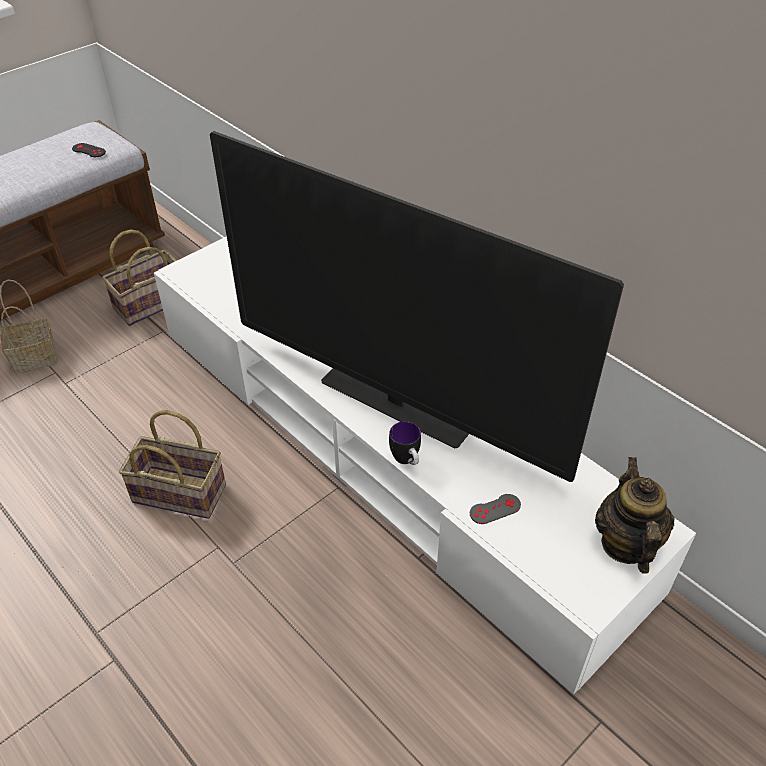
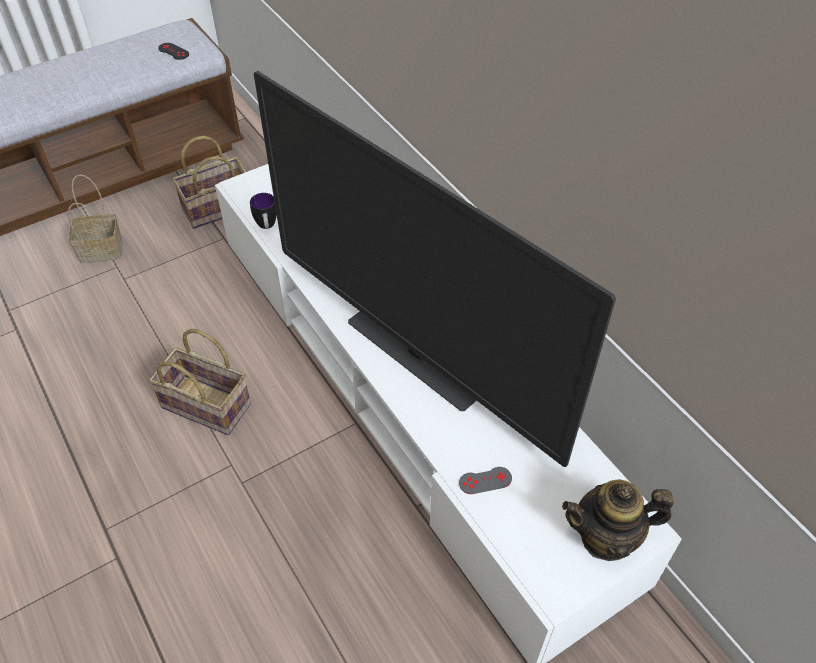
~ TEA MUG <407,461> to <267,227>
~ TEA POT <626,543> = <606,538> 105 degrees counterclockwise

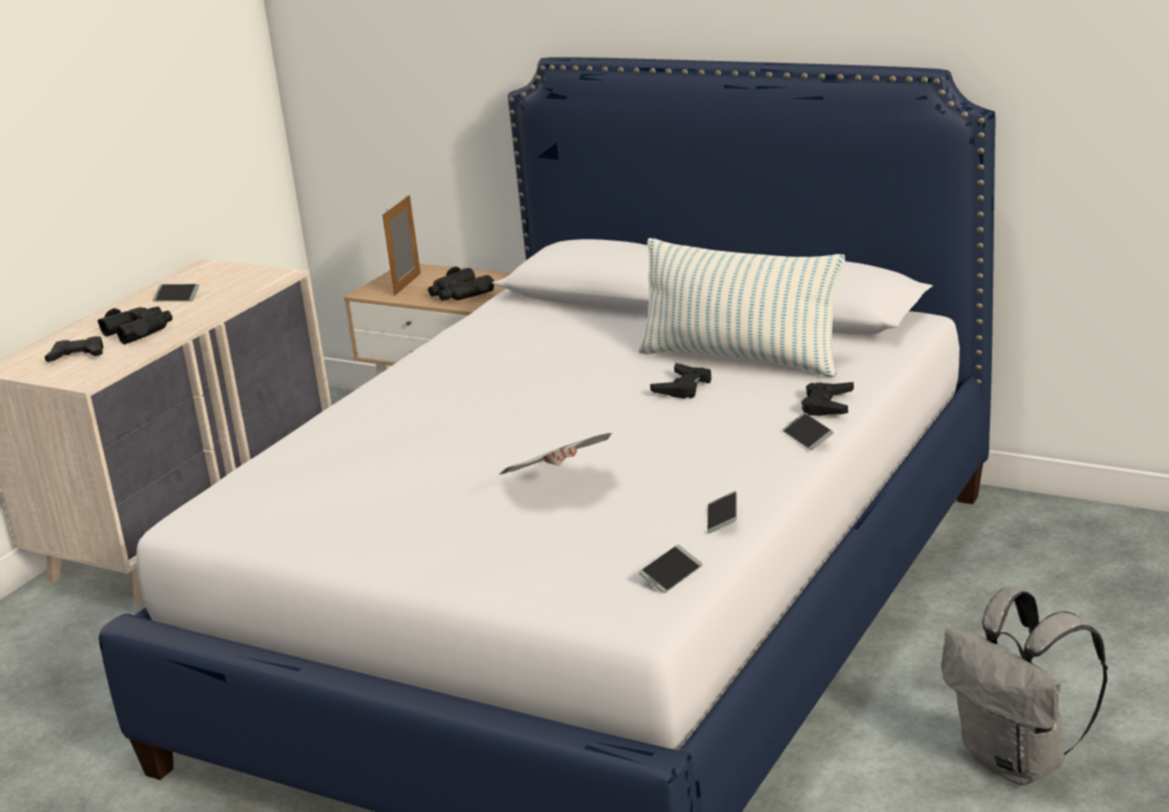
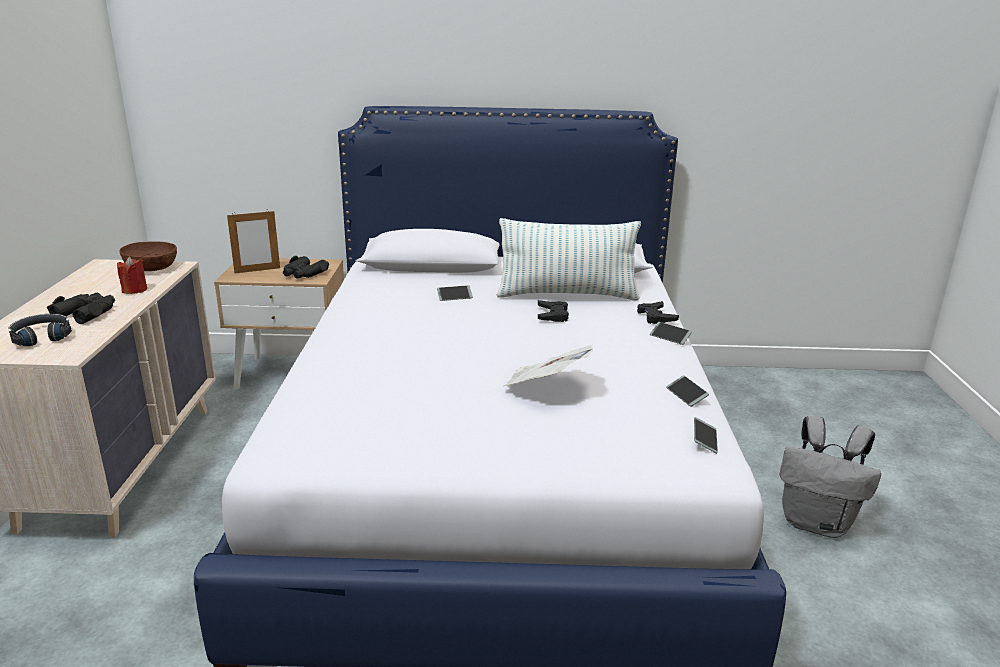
~ BLACKISH GAMEPAD <77,355> to BLACKISH HEADSET <41,336>
+ RED WAX CANDLE <134,290>
+ BROWN BOWL <151,268>
~ PHOTO FRAME <407,284> = <257,270> 105 degrees counterclockwise
~ HANDSET <177,297> to <454,296>

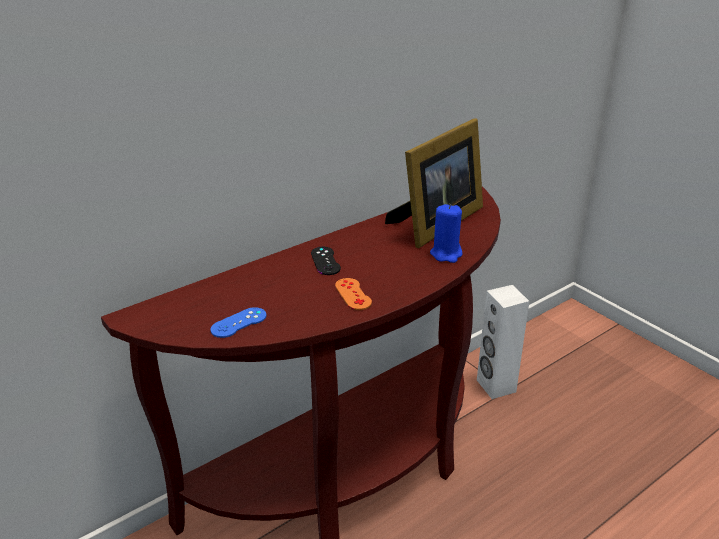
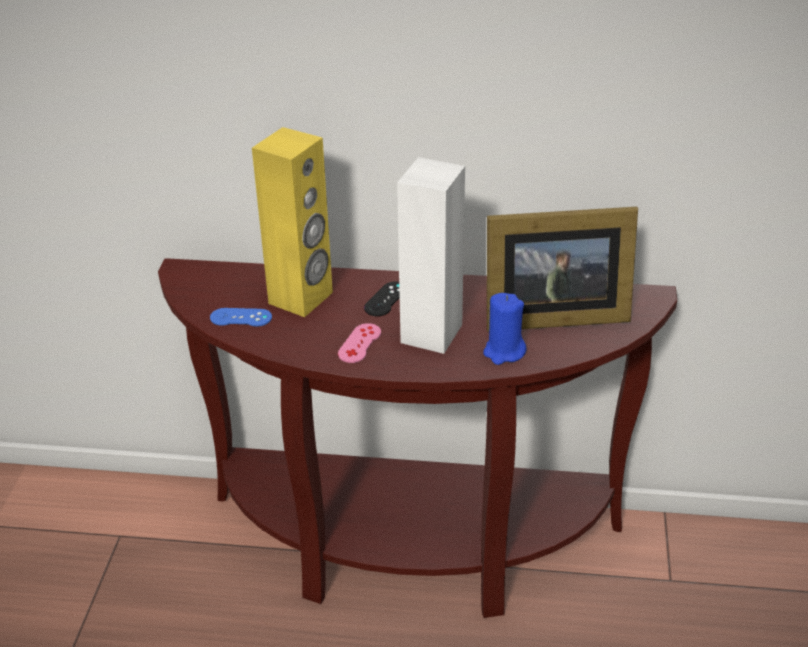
+ YELLOW AUDIO SPEAKER <301,298>
~ ORANGE GAMEPAD <353,294> to PINK-COLOURED GAMEPAD <359,343>
~ WHITE AUDIO SPEAKER <495,386> to <430,333>

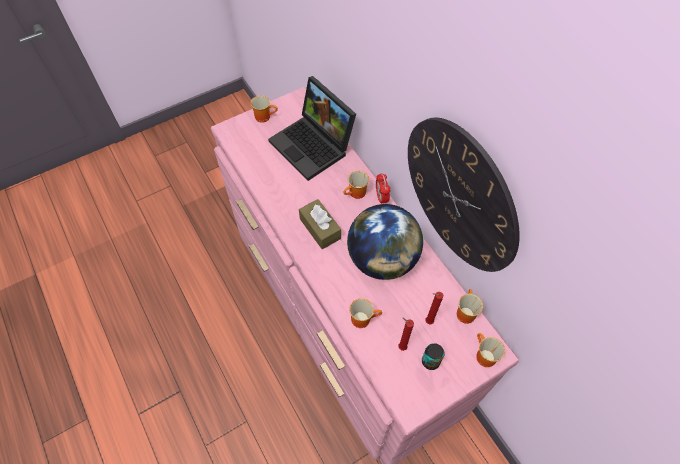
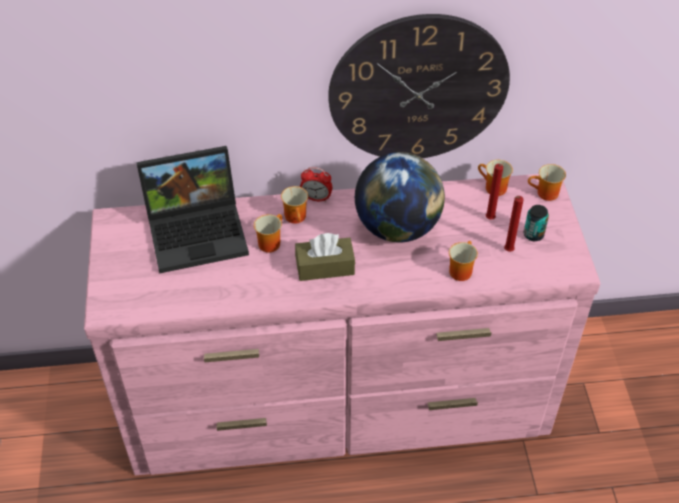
~ TEA MUG <264,116> to <269,241>

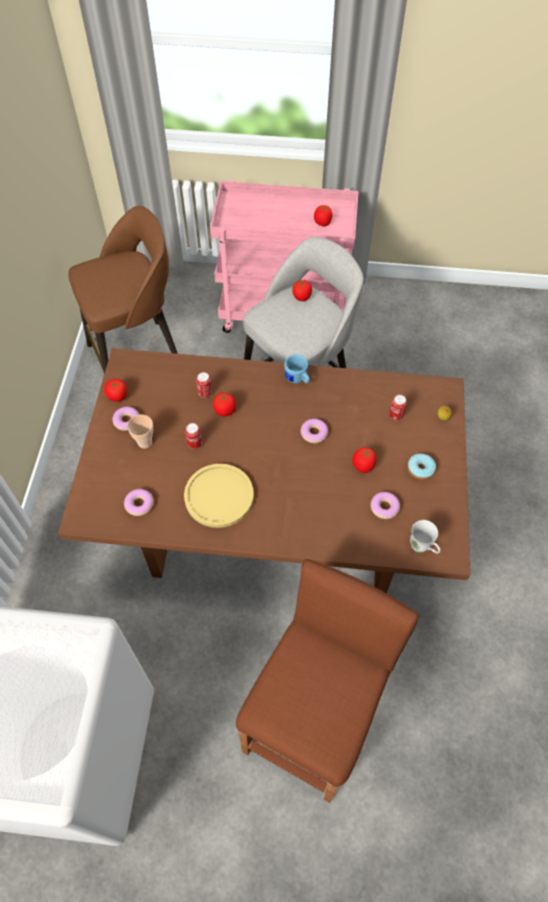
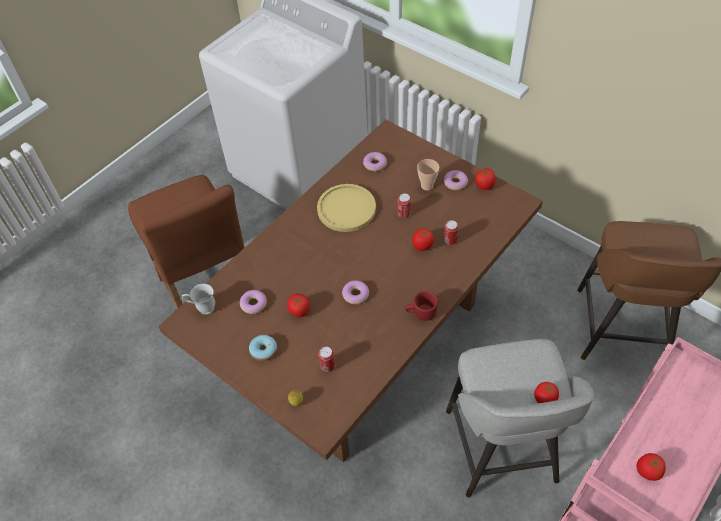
~ BLUE-COLOURED TEA MUG <297,379> to RED TEA MUG <420,313>

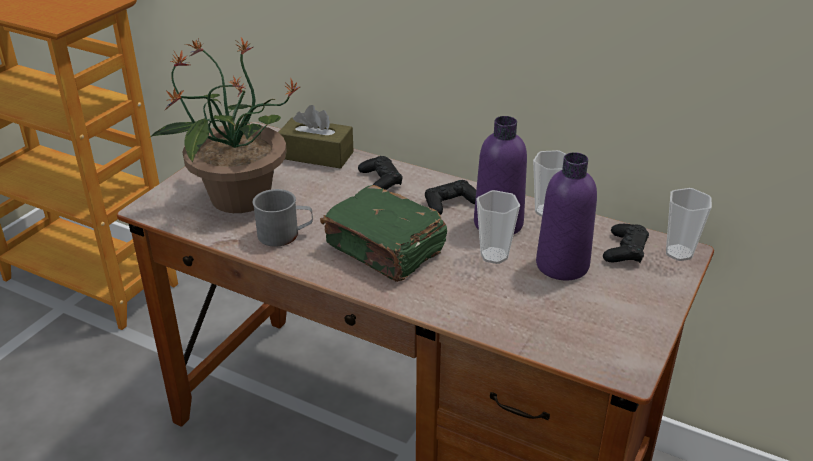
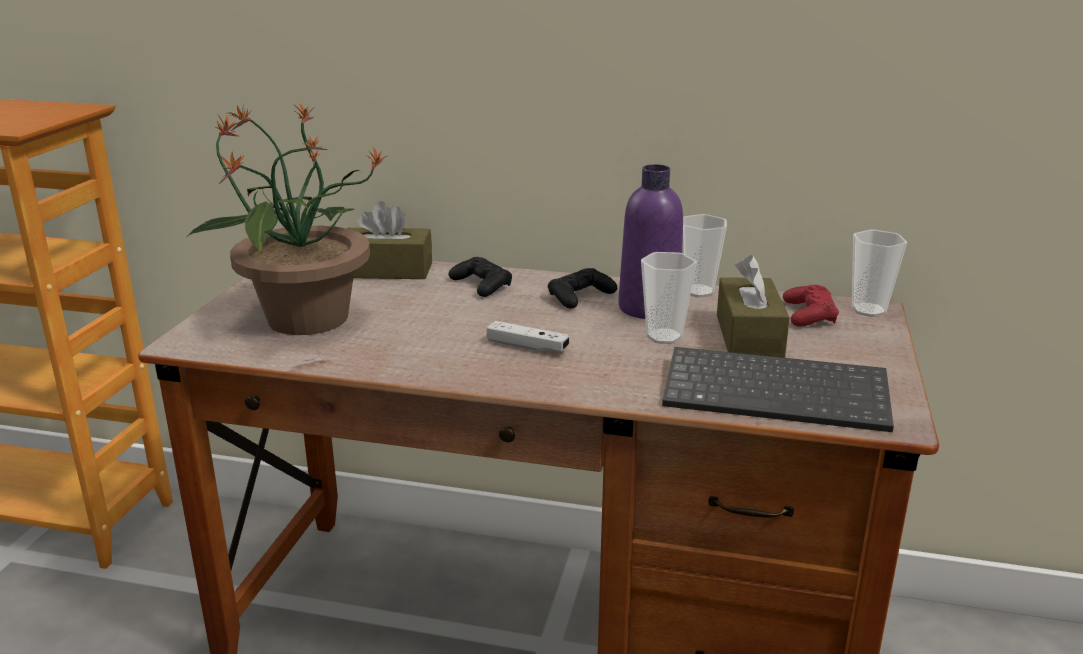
~ GREEN VOLUME <385,249> to WHITE GAMEPAD <527,346>
+ COMPUTER KEYBOARD <778,392>
~ PURPLE-COLOURED DRINK BOTTLE <562,265> to BROWN TISSUE HOLDER <749,336>
~ BLACKISH GAMEPAD <625,250> to RED GAMEPAD <809,314>
- GREYISH TEA MUG <285,235>

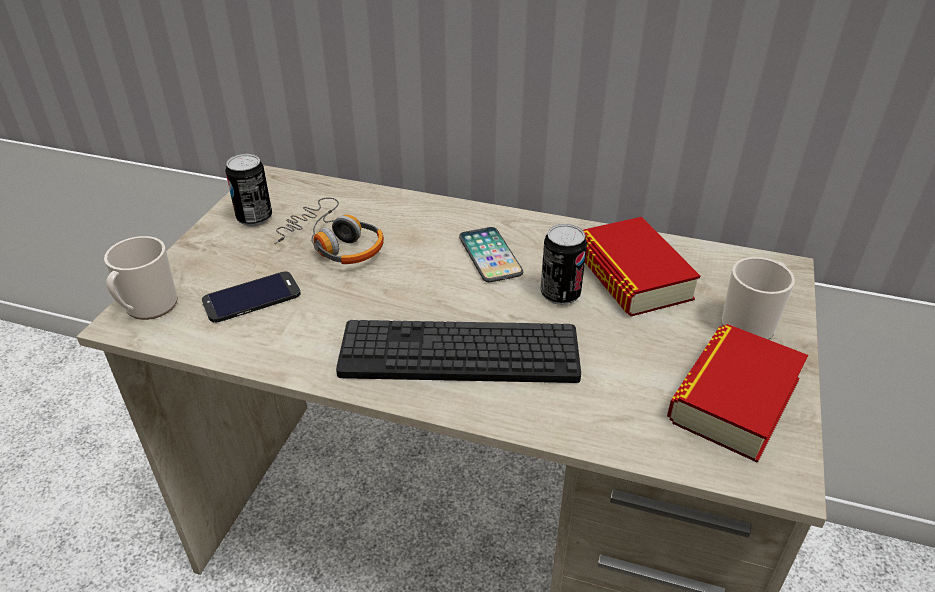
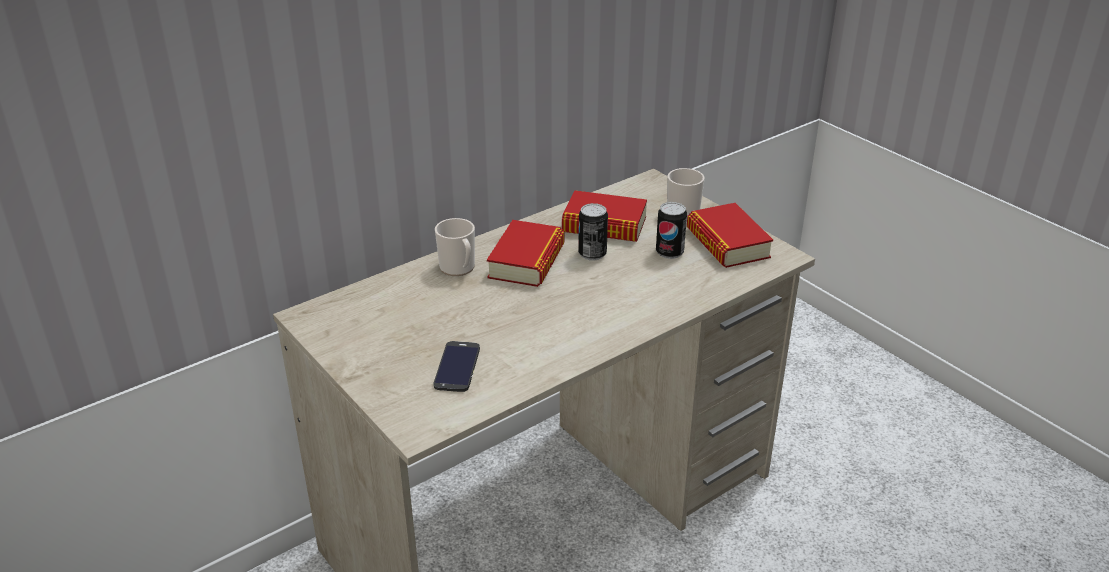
~ TEA MUG <147,307> to <459,269>
~ HANDSET <490,256> to VOLUME <526,261>
~ CAN <254,218> to <669,252>
- HEADSET <334,244>
- COMPUTER KEYBOARD <459,353>

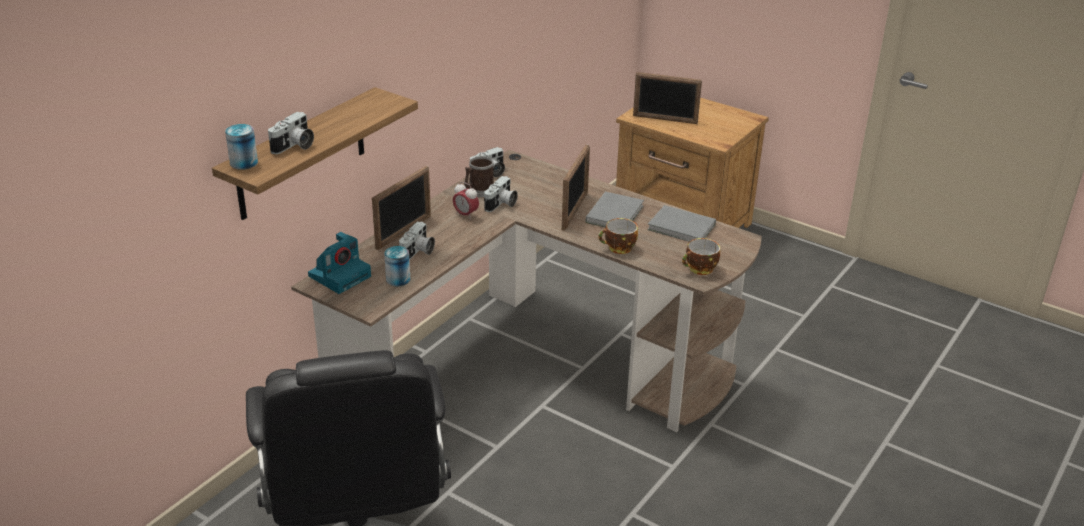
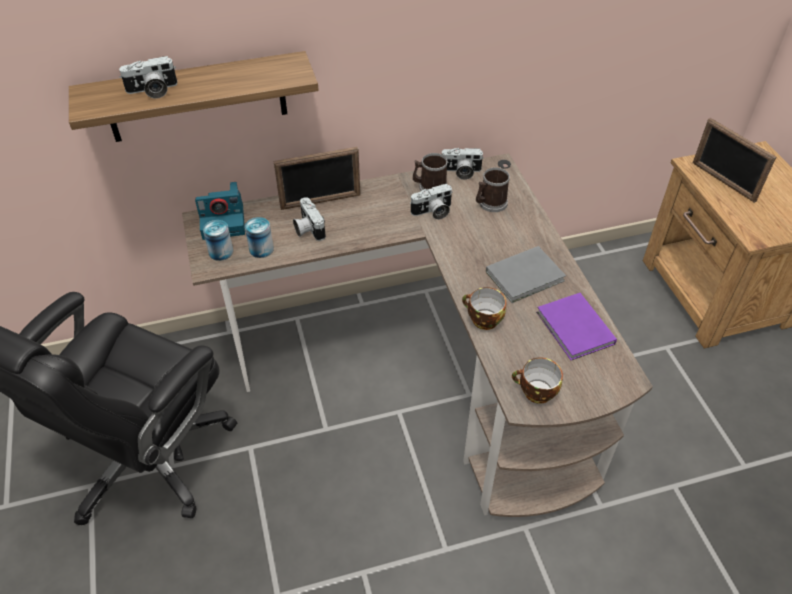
~ CAN <244,163> to <221,252>
~ PHOTO CAMERA <418,252> = <308,229> 90 degrees clockwise
+ TEA MUG <490,204>
~ GREYISH VOLUME <682,228> to PURPLE-COLOURED VOLUME <575,330>
- ALARM CLOCK <465,215>
- PHOTO FRAME <575,211>

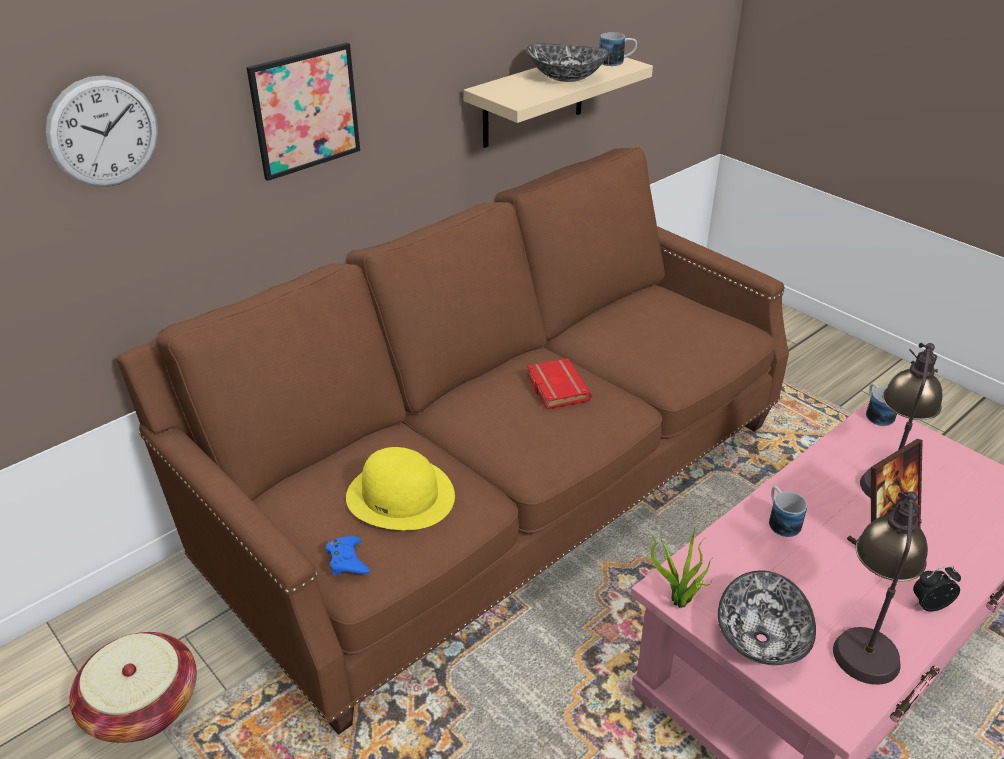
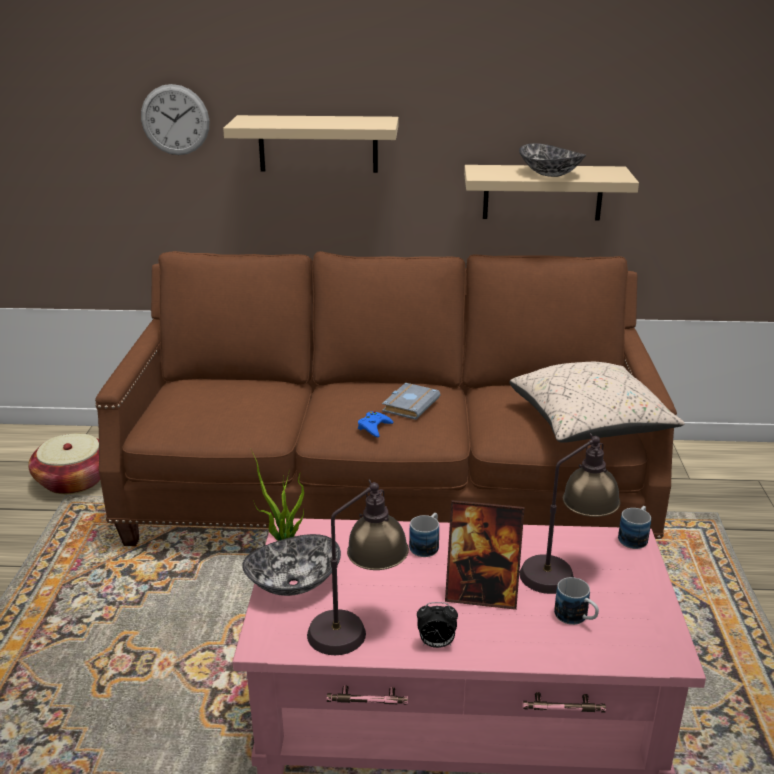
~ WALL ART <305,111> to BEIGE-COLOURED WALL SHELF <318,144>
~ BLUE-COLOURED GAMEPAD <347,560> to <374,427>
~ RED VOLUME <555,387> to GREYISH VOLUME <410,404>
~ ALARM CLOCK <929,604> = <436,644> 150 degrees clockwise
+ BEIGE-COLOURED CUSHION <590,425>
~ TEA MUG <616,62> to <576,618>
- YELLOW CLOTHING HAT <401,495>

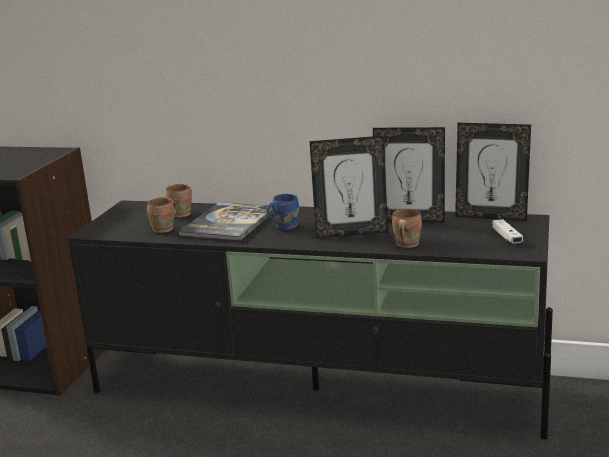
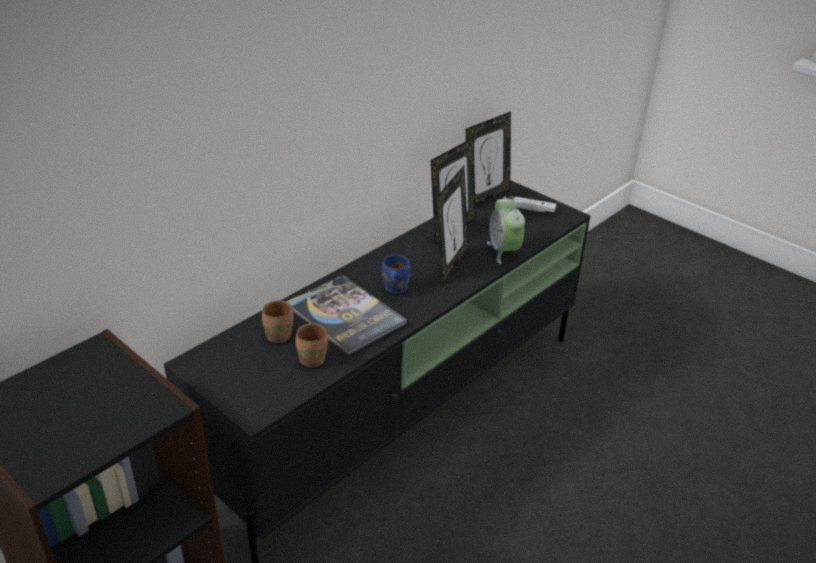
~ BROWN TEA MUG <405,244> to ALARM CLOCK <503,251>

